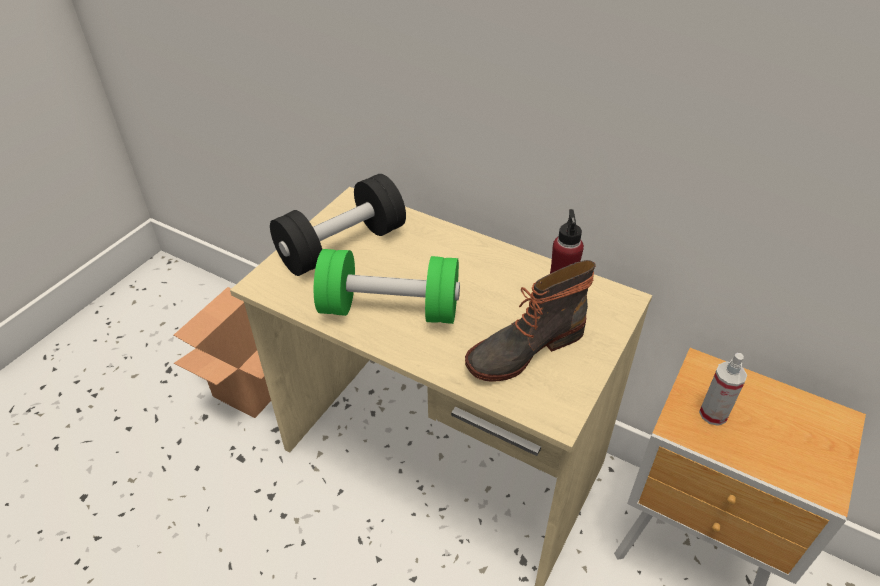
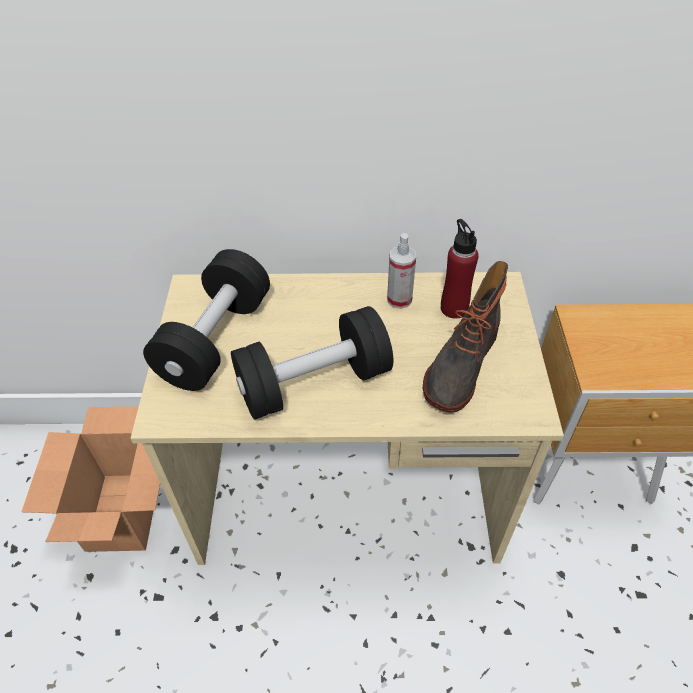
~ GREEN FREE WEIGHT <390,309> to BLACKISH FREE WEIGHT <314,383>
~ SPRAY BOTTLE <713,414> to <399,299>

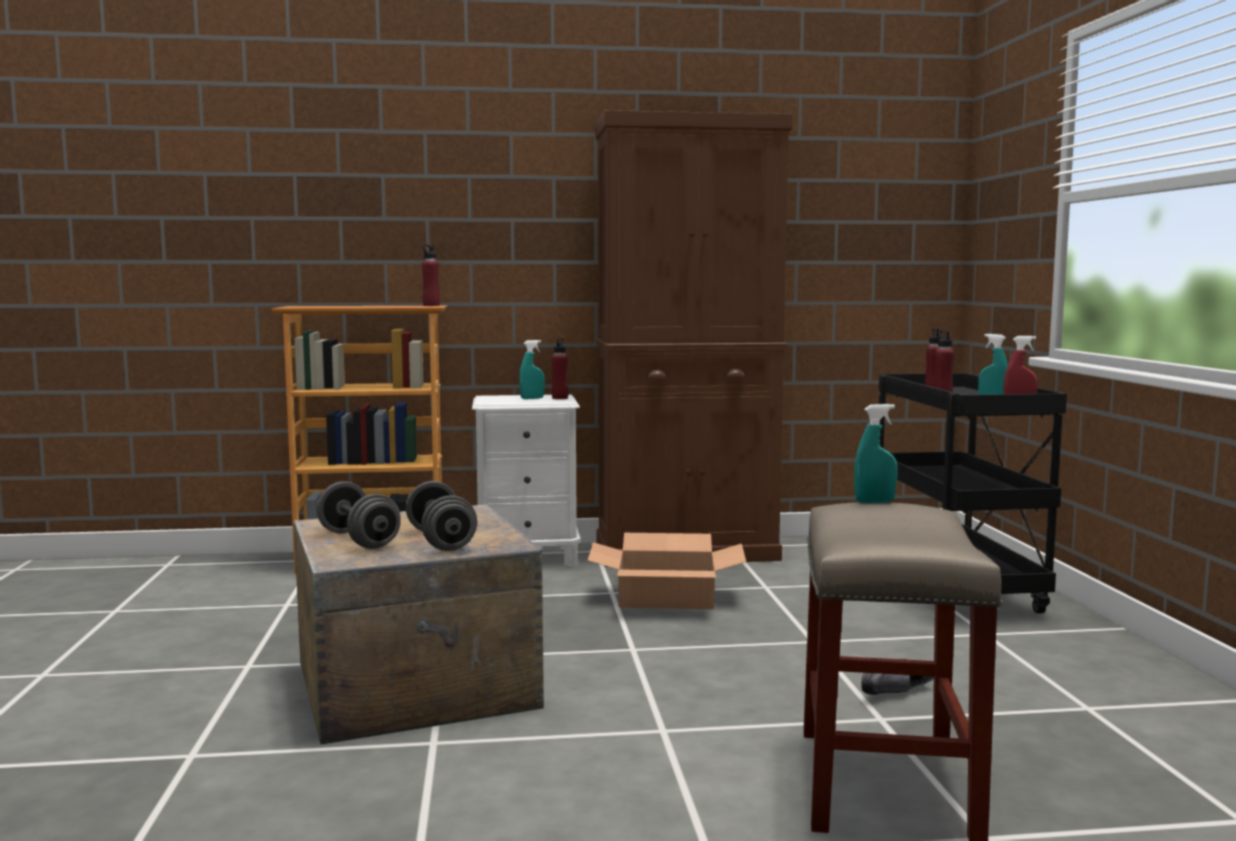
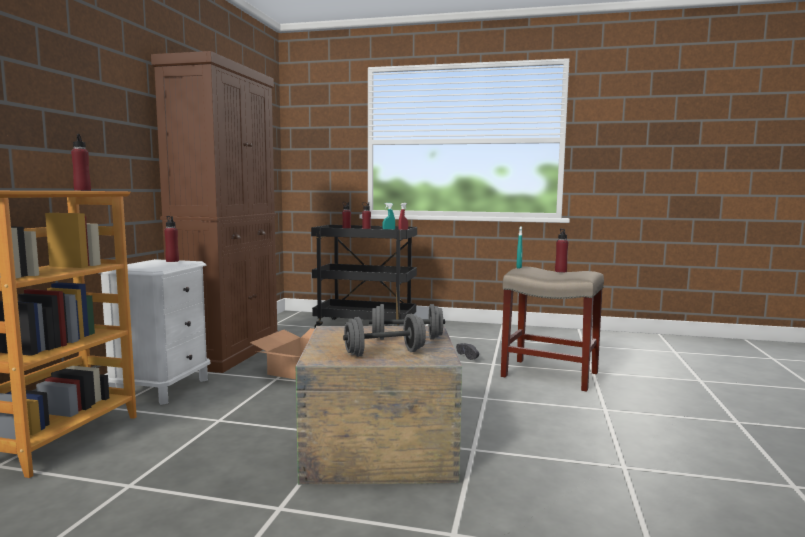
+ RED DRINK BOTTLE <560,271>
- BLUE-GREEN SPRAY BOTTLE <532,398>

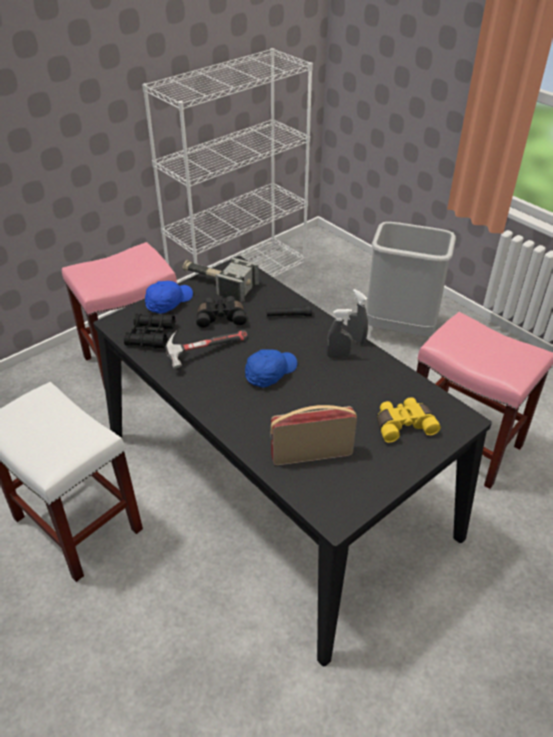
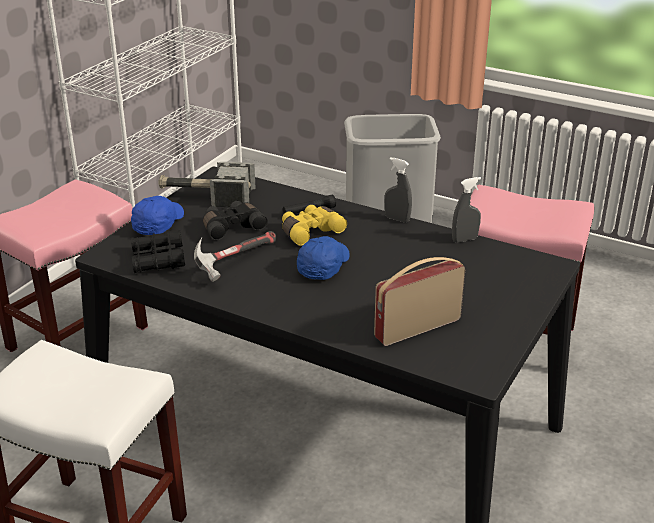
~ YELLOW BINOCULARS <403,424> to <310,231>
~ GREYISH SPRAY BOTTLE <338,356> to <464,239>

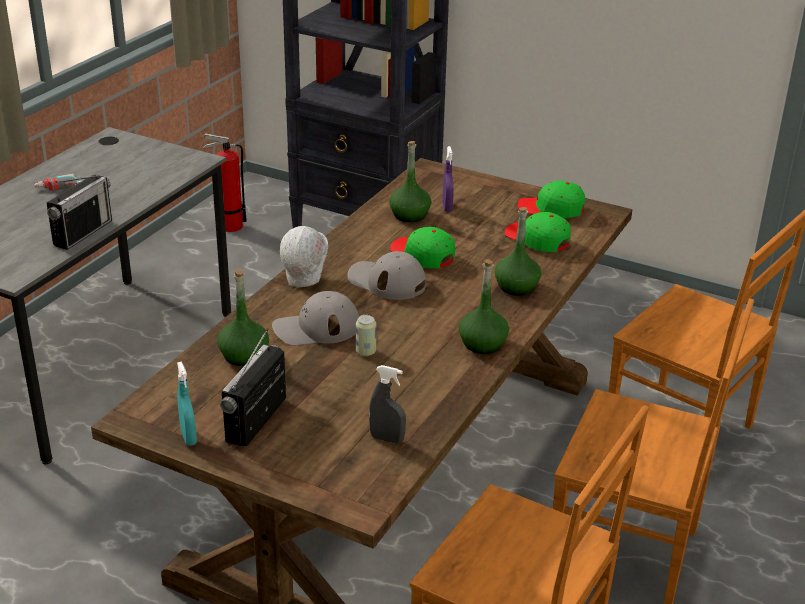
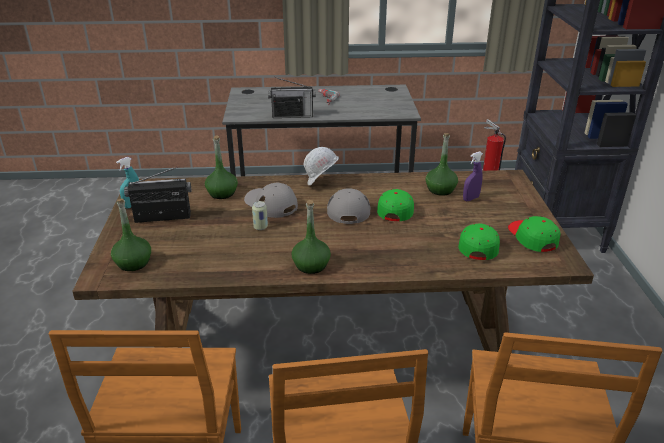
~ GREEN DRINK BOTTLE <516,287> to <133,263>
- GREYISH SPRAY BOTTLE <387,439>

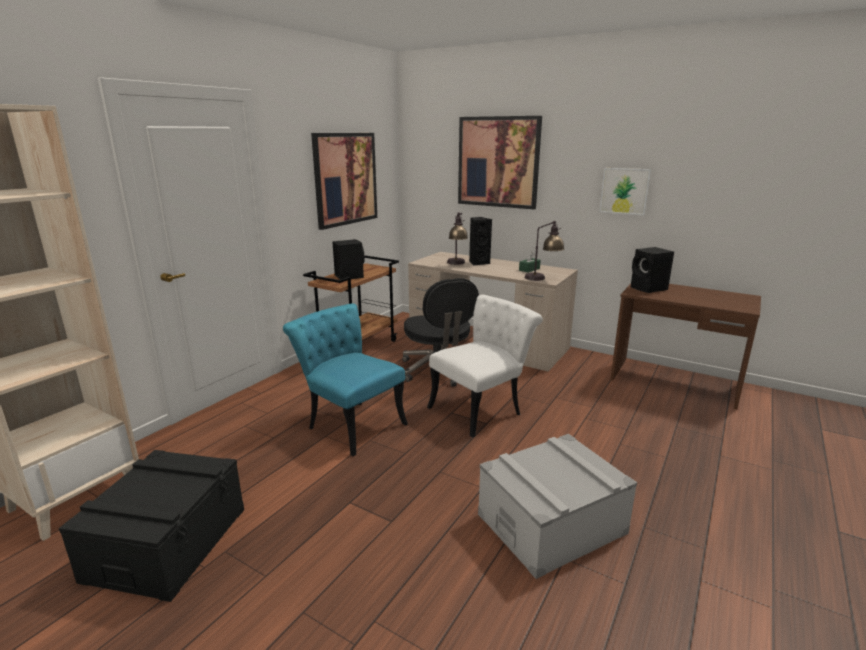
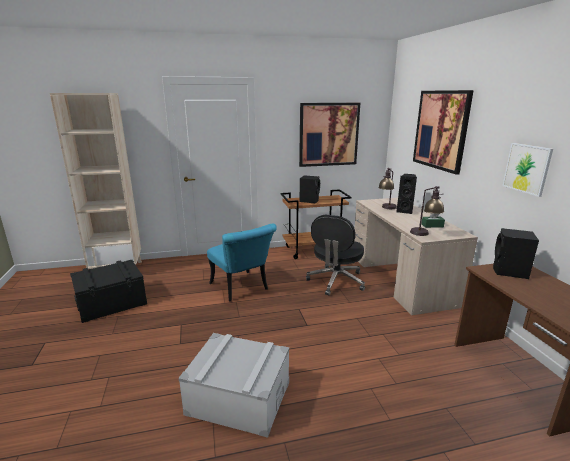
~ BLUE-GREEN UPRIGHT CHAIR <350,423> = <242,289> 150 degrees clockwise
- WHITE UPRIGHT CHAIR <481,408>

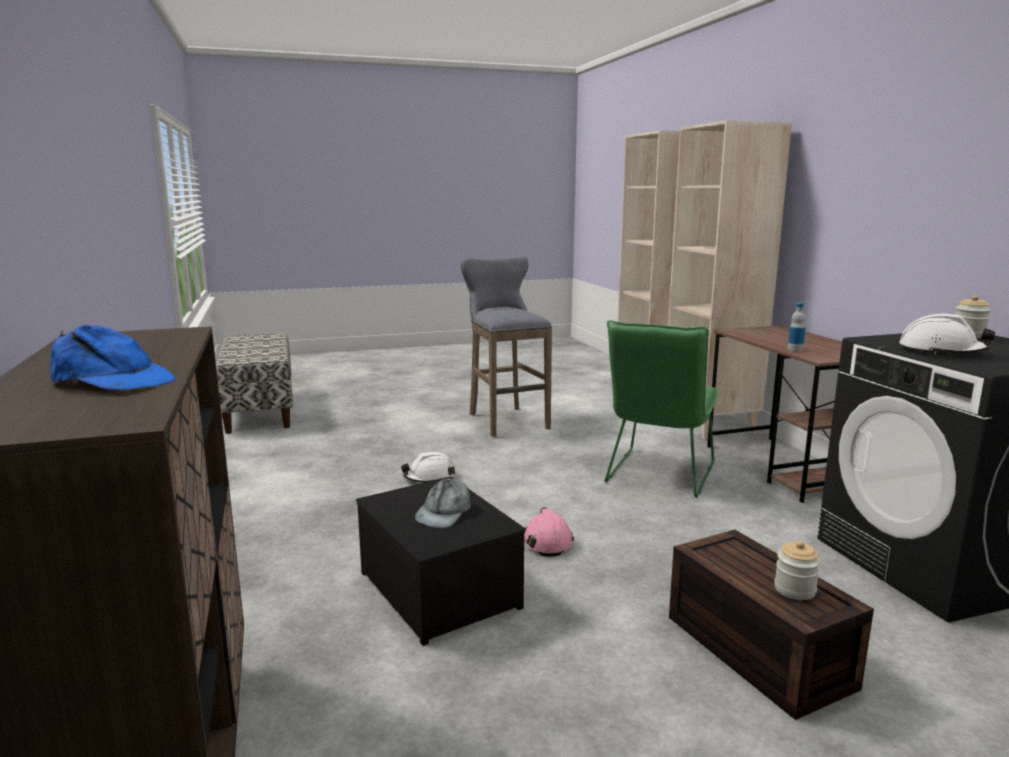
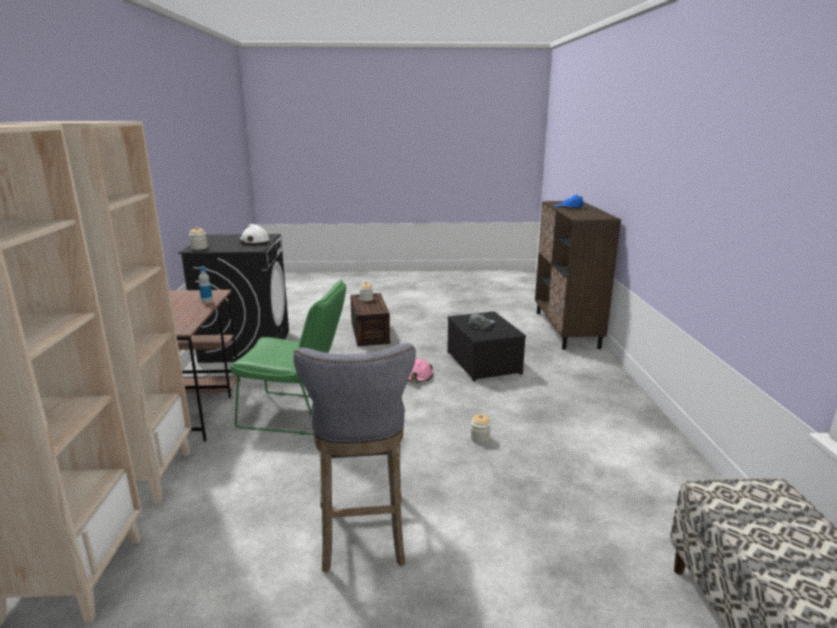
~ GREEN UPRIGHT CHAIR <658,476> = <297,413> 60 degrees clockwise
~ WHITE HARD HAT <429,477> to PRESERVE JAR <480,438>

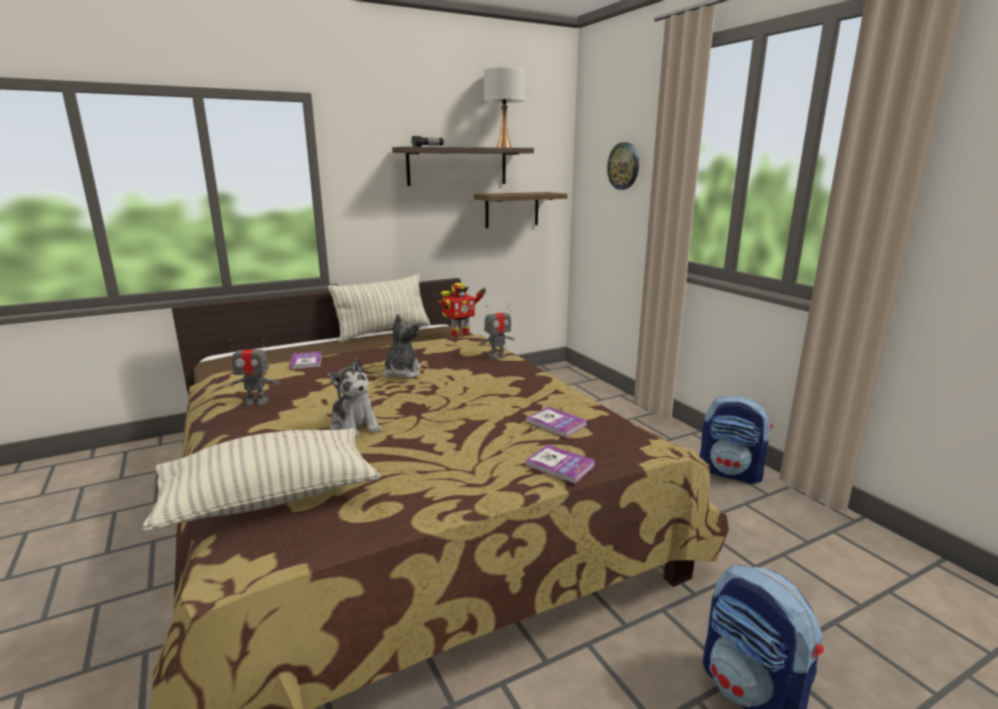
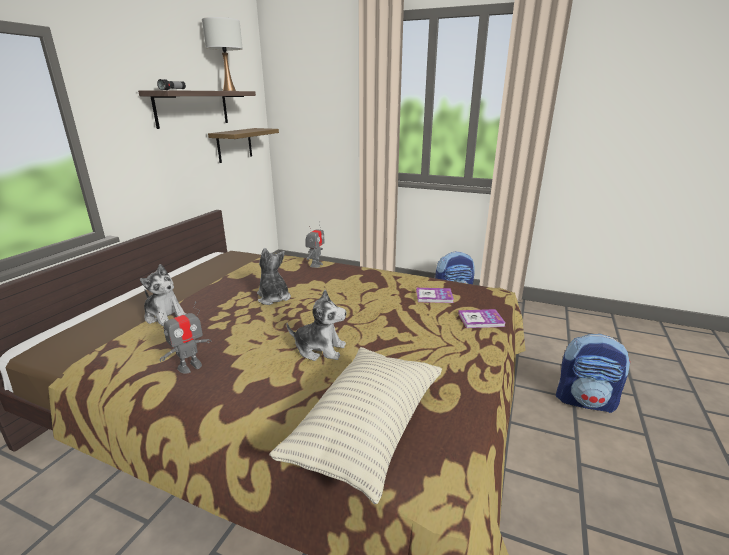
~ VOLUME <306,361> to SOFT TOY <165,316>
- CUSHION <383,332>
- TOY ROBOT <459,334>
- HANGING CLOCK <624,166>

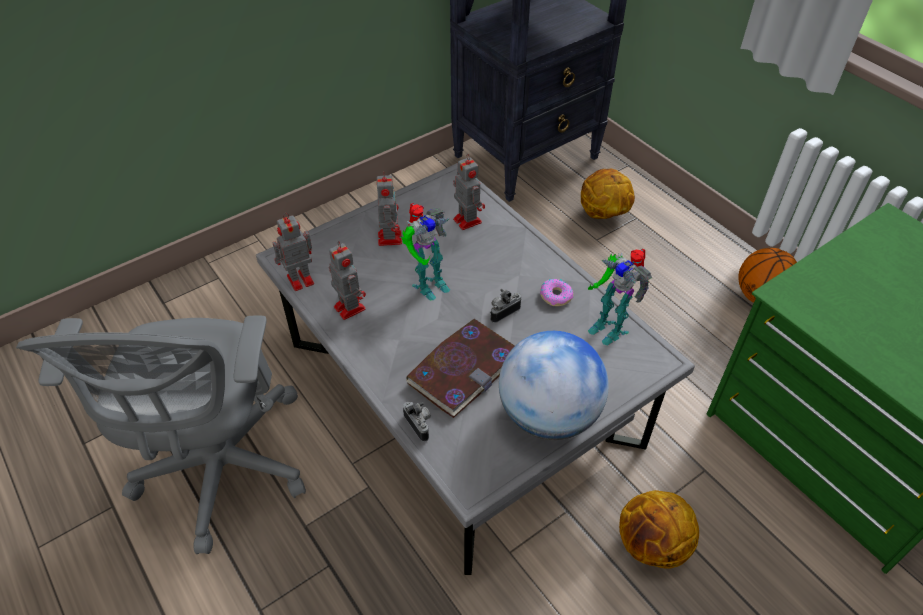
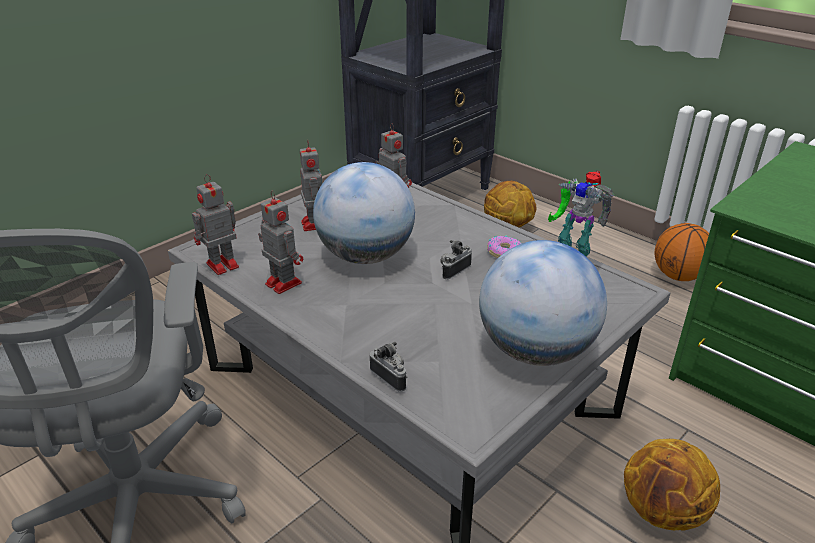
~ TOY ROBOT <428,284> to DESK GLOBE <366,256>
- VOLUME <463,369>

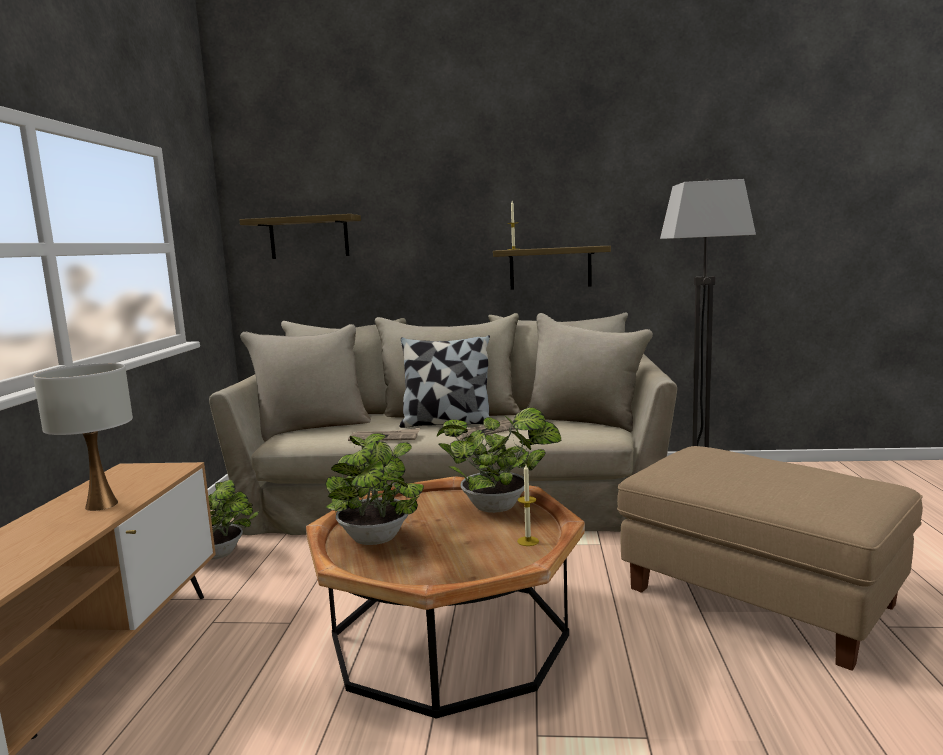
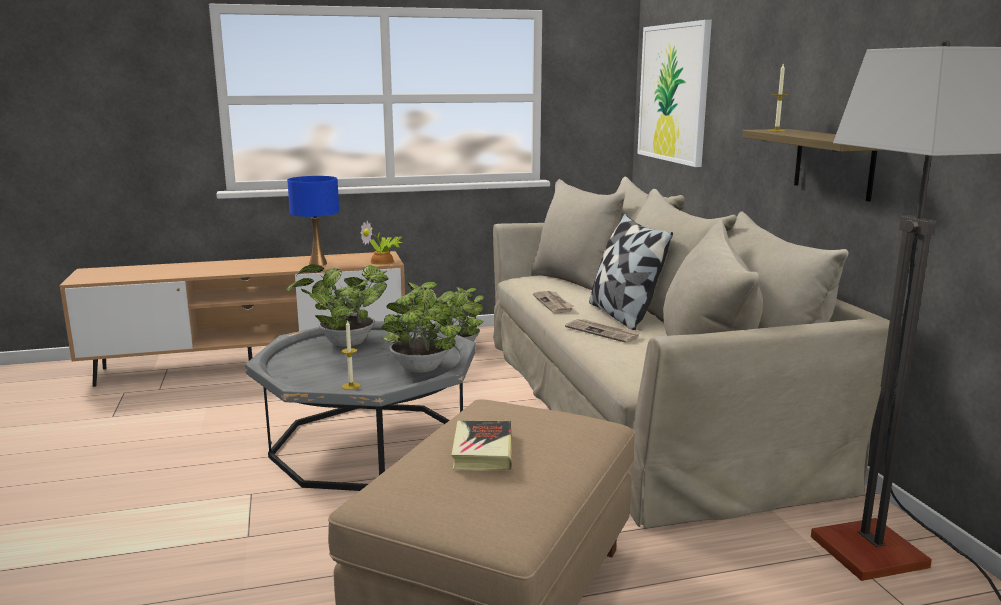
~ BROWN COFFEE TABLE <449,635> to GREYISH COFFEE TABLE <369,445>
~ WHITE TABLETOP LAMP <101,505> to BLUE-COLOURED TABLETOP LAMP <317,263>
+ HOUSEPLANT <383,261>
+ VOLUME <482,451>
~ WALL SHELF <309,237> to WALL ART <673,93>

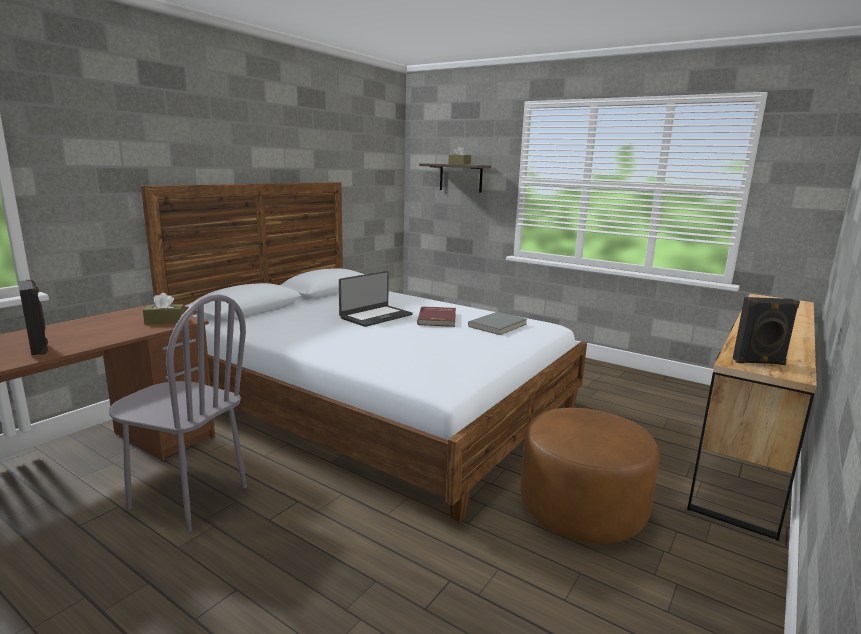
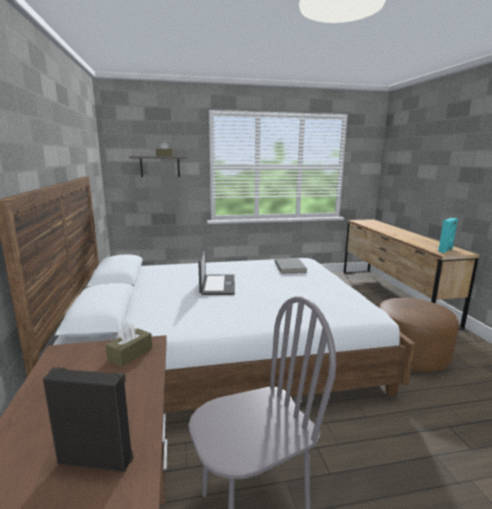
~ BLACKISH AUDIO SPEAKER <759,362> to BLUE-GREEN AUDIO SPEAKER <446,250>
- RED VOLUME <438,319>

